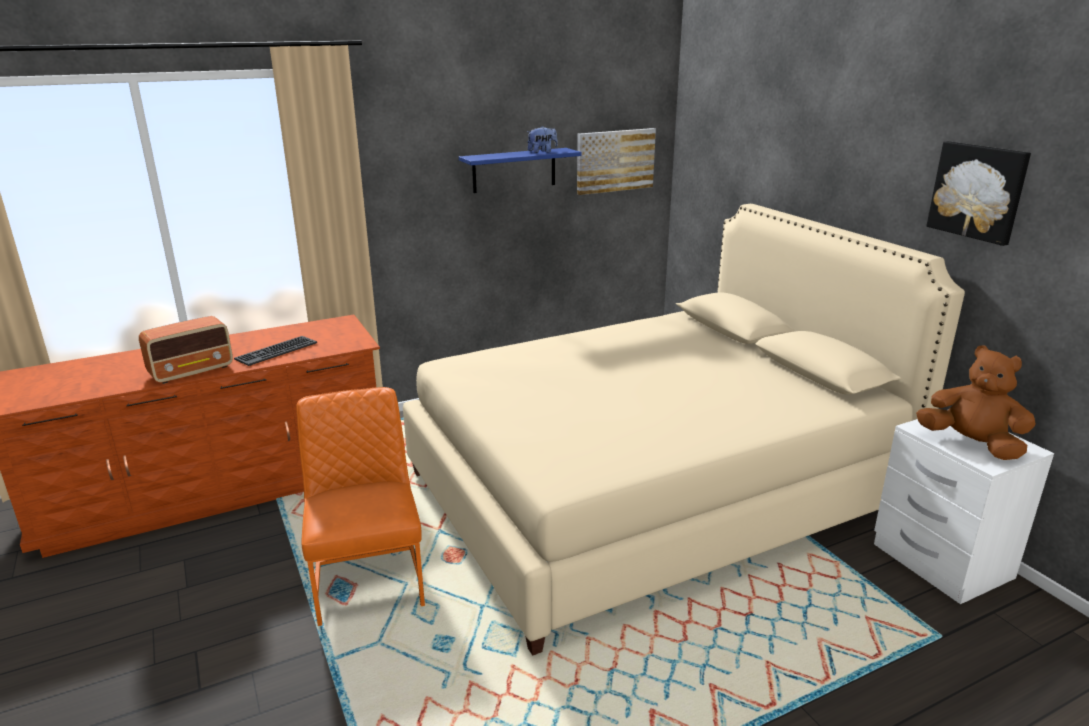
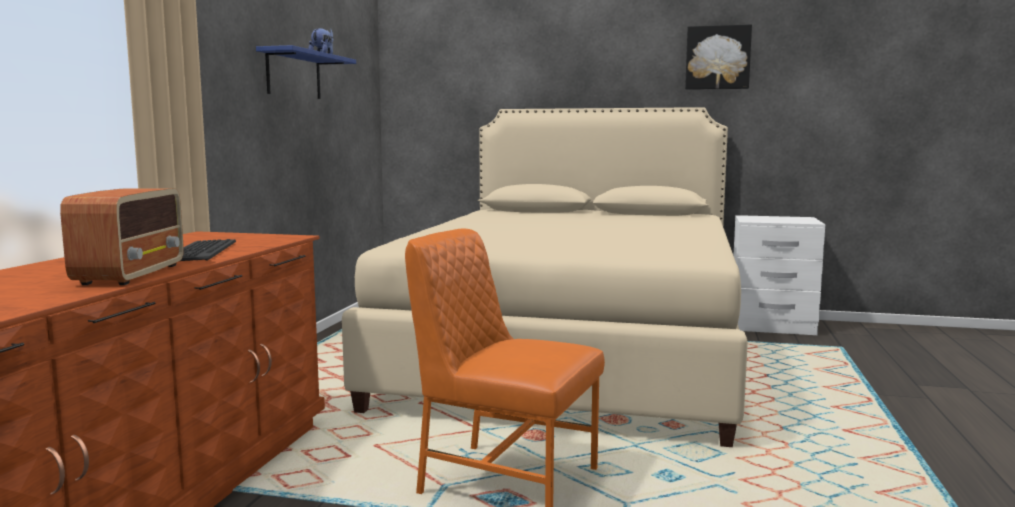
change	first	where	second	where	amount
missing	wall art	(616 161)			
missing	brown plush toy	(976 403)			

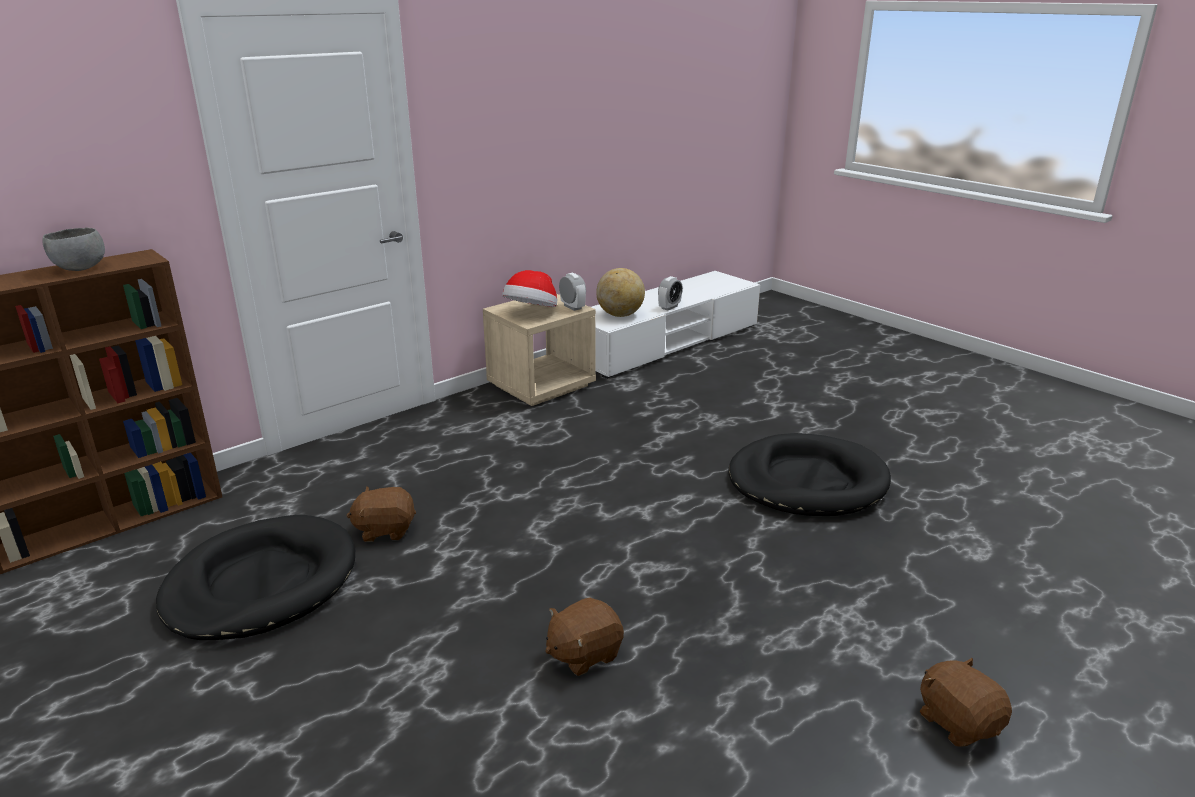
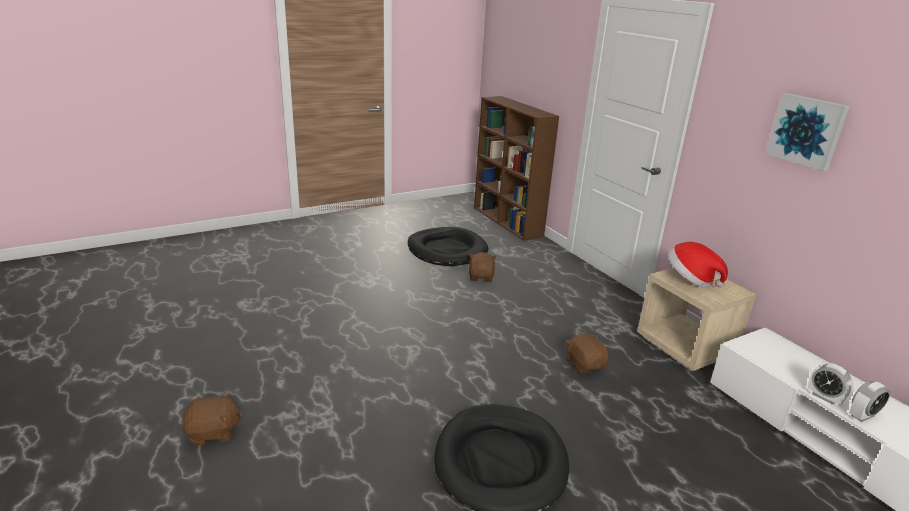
change	first	where	second	where	amount
missing	gray serving bowl	(74 249)			
relocated	brown plush toy	(585 636)		(587 354)	
relocated	alarm clock	(572 292)		(869 401)	
missing	desk globe	(620 292)			
appeared			wall art	(808 132)	

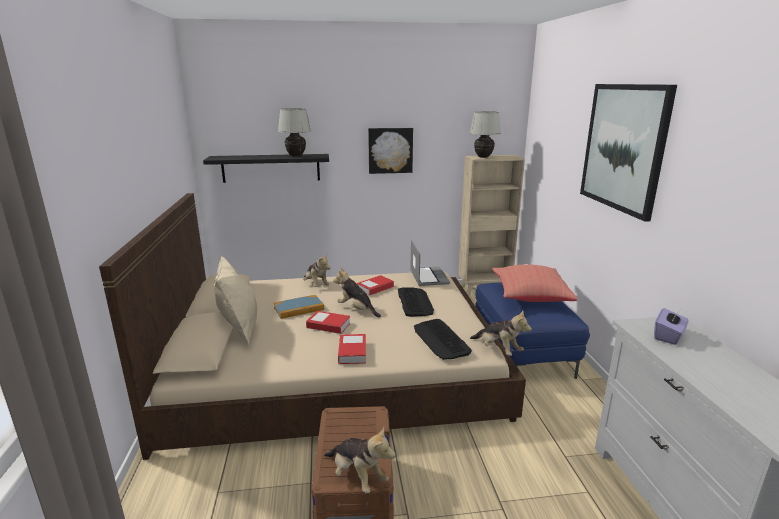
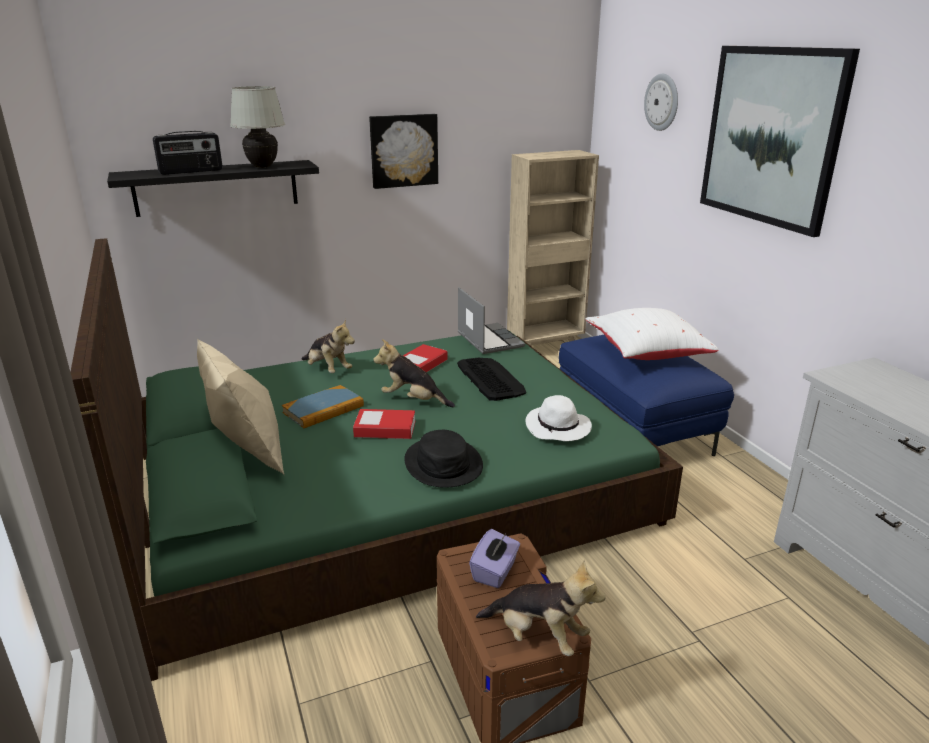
change	first	where	second	where	amount
colour	sand-coloured bedroom bed	(312 326)	green bedroom bed	(377 459)	
exchanged	bound book	(352 349)	black-coloured wearable hat	(443 459)	
exchanged	keyboard	(443 339)	white-coloured wearable hat	(558 418)	
missing	white-coloured tabletop lamp	(485 134)			
missing	plush toy	(501 333)			
colour	red cushion	(535 283)	white-coloured cushion	(651 334)	
relocated	purple-coloured tissue holder	(671 326)		(494 558)	
appeared			radio	(188 153)	
appeared			hanging clock	(661 102)	

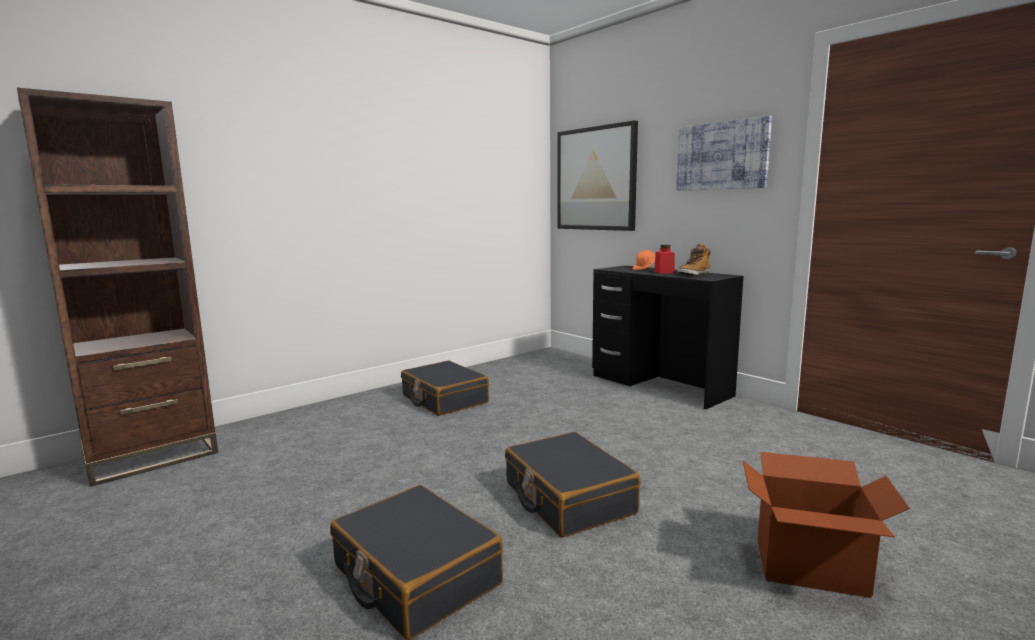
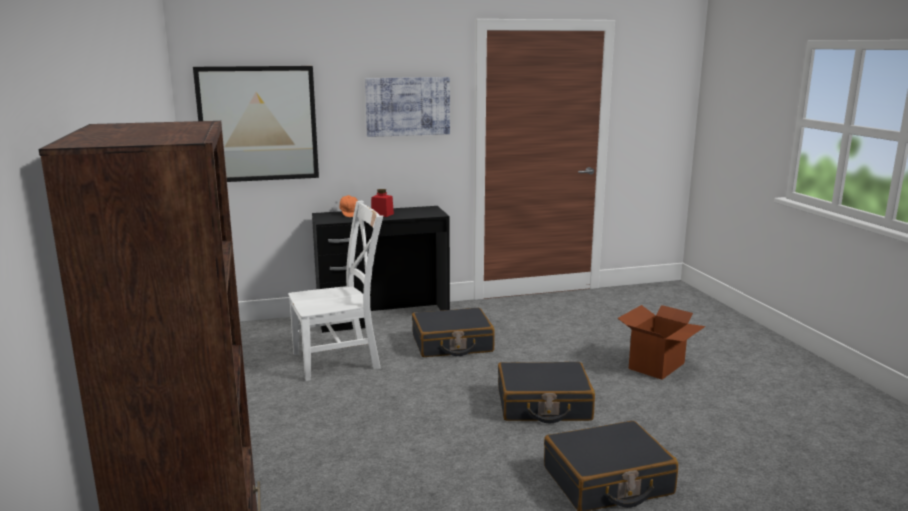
change	first	where	second	where	amount
relocated	black-coloured suitcase	(445 388)		(453 332)	
missing	boot	(694 260)			
appeared			white-coloured chair	(335 290)	

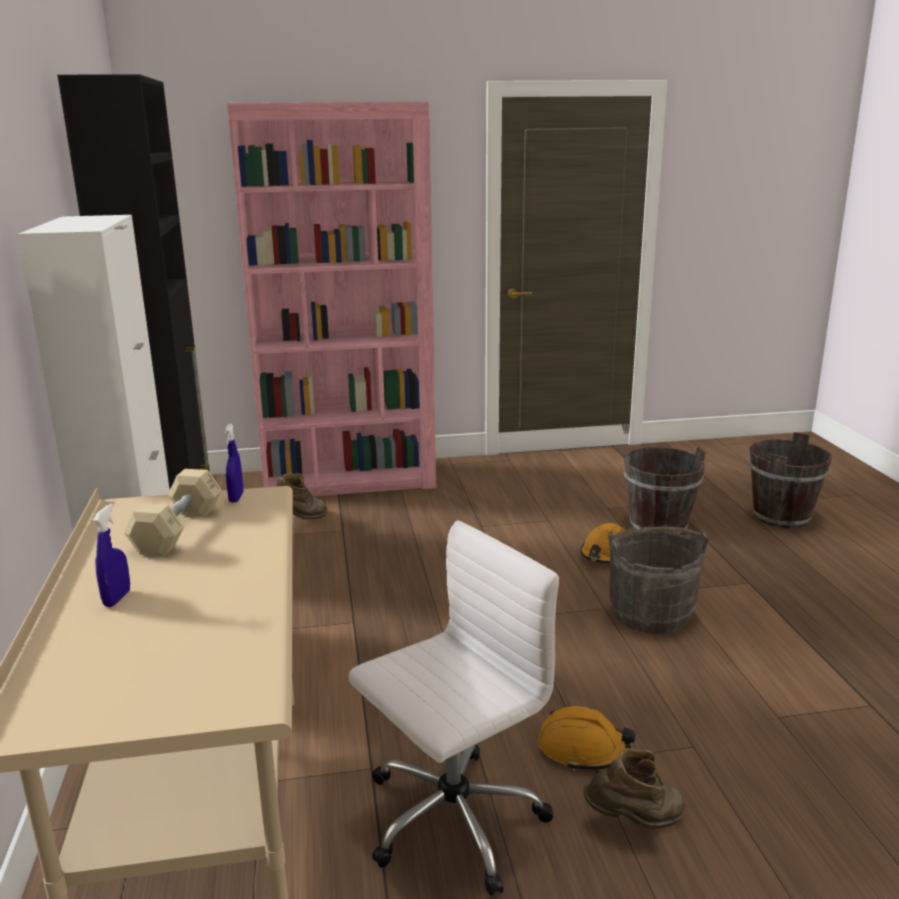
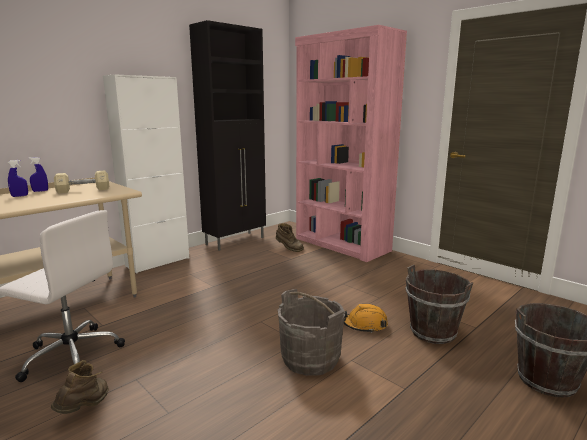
change	first	where	second	where	amount
relocated	blue-coloured sprayer	(233 463)		(38 174)	
missing	orangey work helmet	(587 738)			
spun	brown boot	(634 788)		(80 387)	120 degrees counterclockwise

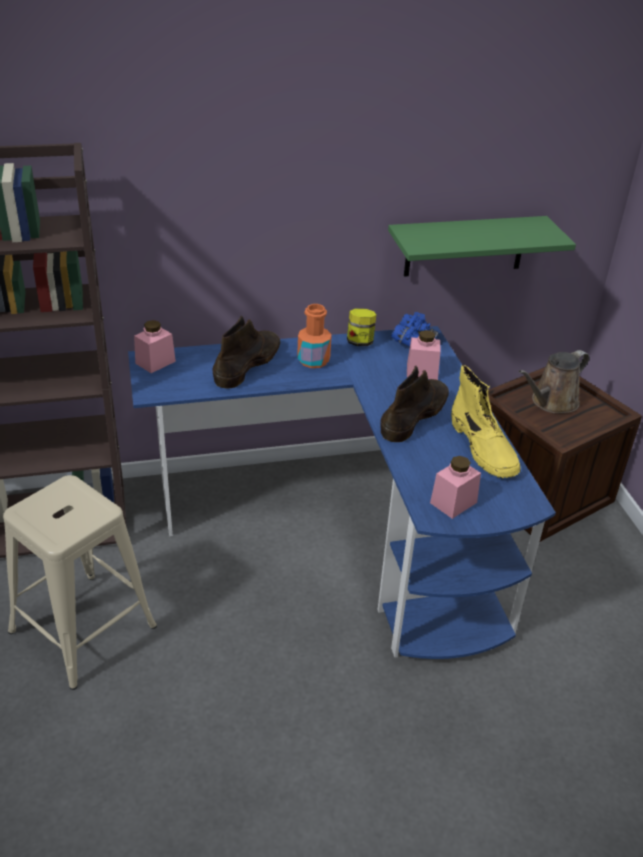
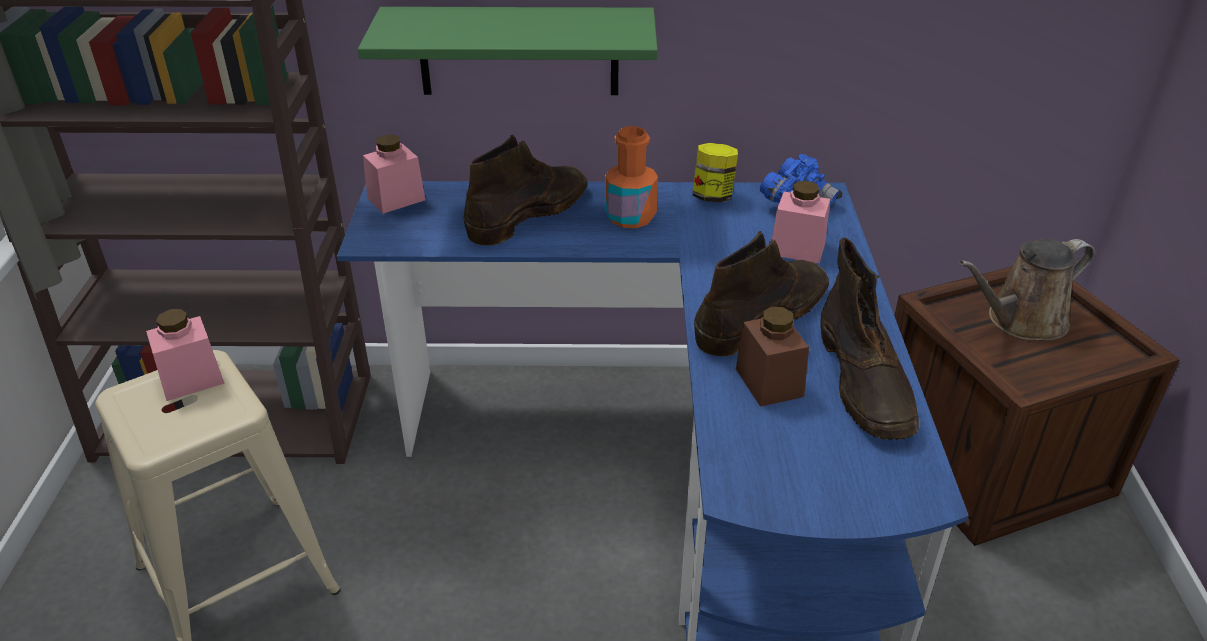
change	first	where	second	where	amount
relocated	green wall shelf	(482 246)		(508 51)	
relocated	pink-coloured jar	(455 487)		(185 355)	
colour	yellowish boot	(486 421)	brown boot	(870 339)	
appeared			brown jar	(772 357)	

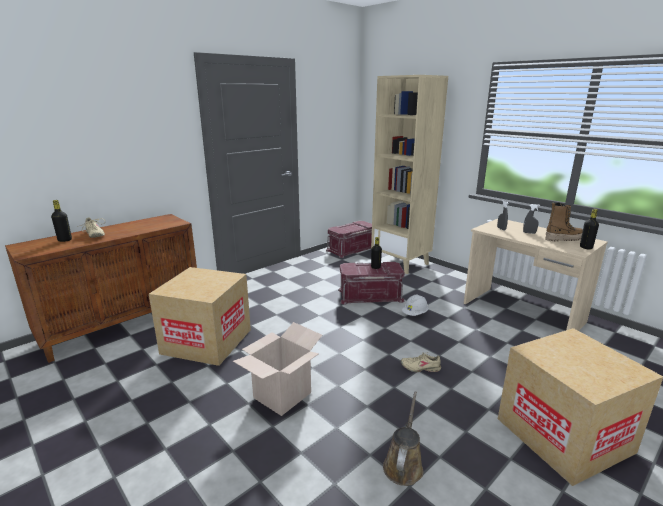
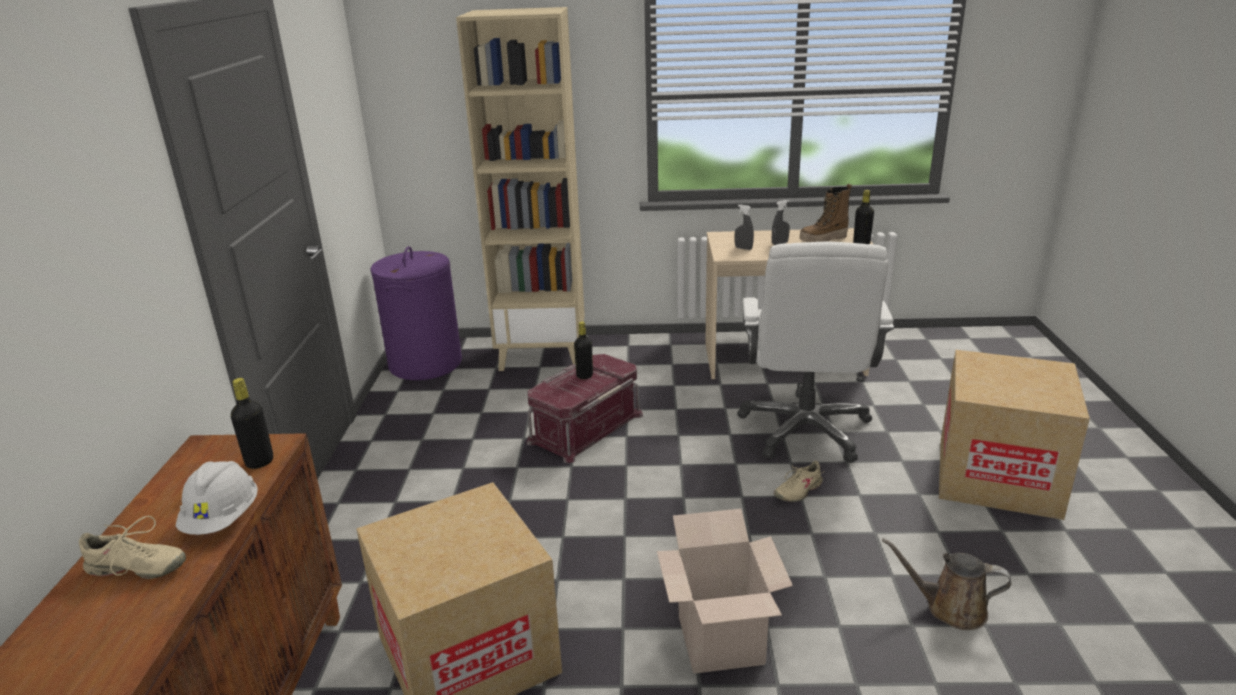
change	first	where	second	where	amount
relocated	black-coloured drink bottle	(61 221)		(252 423)	
exchanged	red storage bin	(349 239)	purple-coloured washing basket	(416 313)	
spun	brown sprinkling can	(403 439)		(946 584)	45 degrees counterclockwise
relocated	white-coloured work helmet	(415 305)		(217 498)	
spun	boot	(564 221)		(825 213)	150 degrees counterclockwise
appeared			white-coloured office chair	(815 352)	

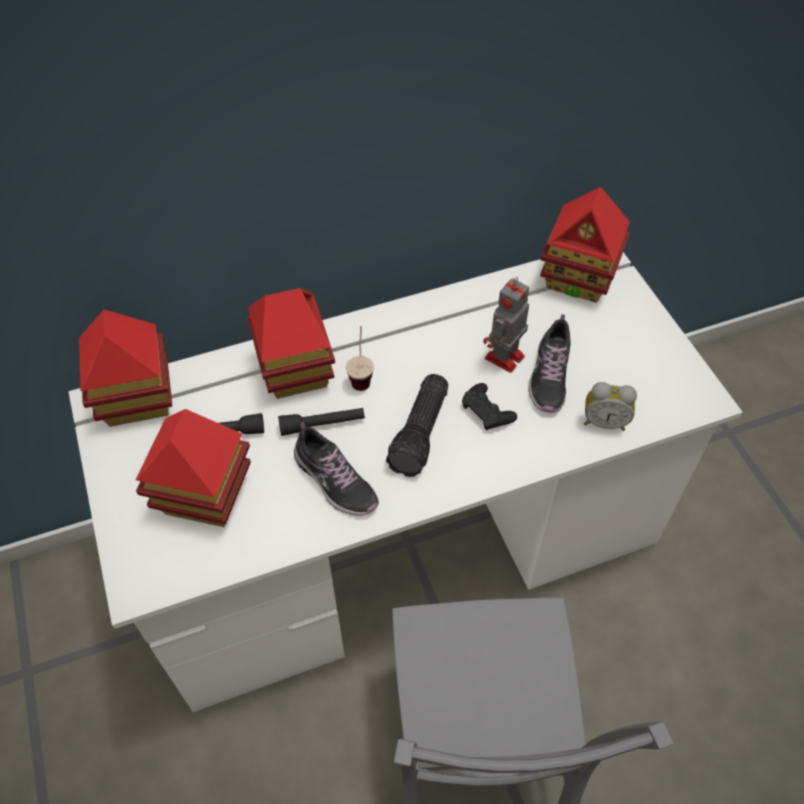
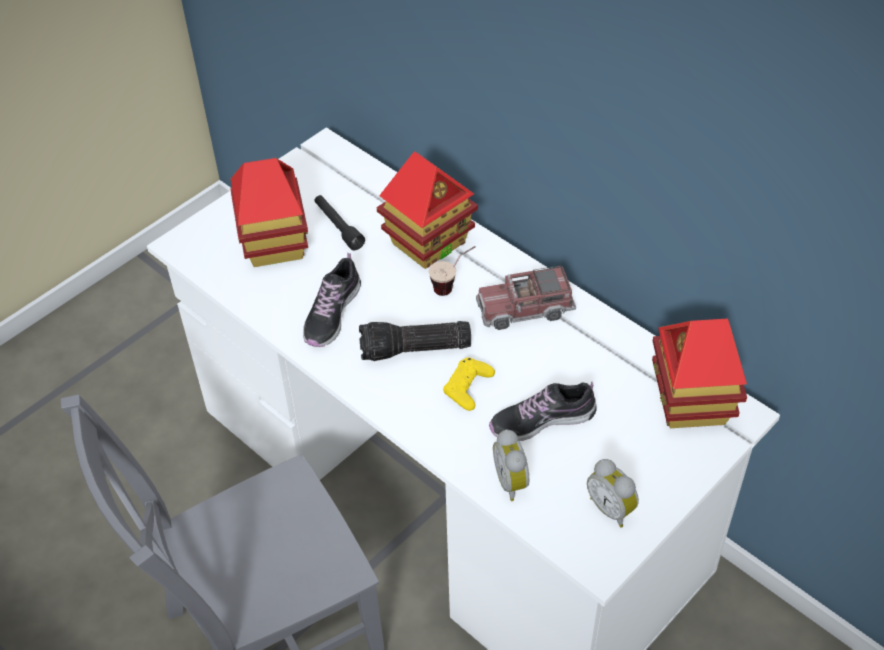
change	first	where	second	where	amount
missing	miniature house	(125 368)			
missing	black-coloured flashlight	(321 422)			
colour	black-coloured joypad	(489 406)	yellowish joypad	(469 384)	
missing	model robot	(506 325)			
appeared			toy truck	(526 297)	
appeared			alarm clock	(613 493)	

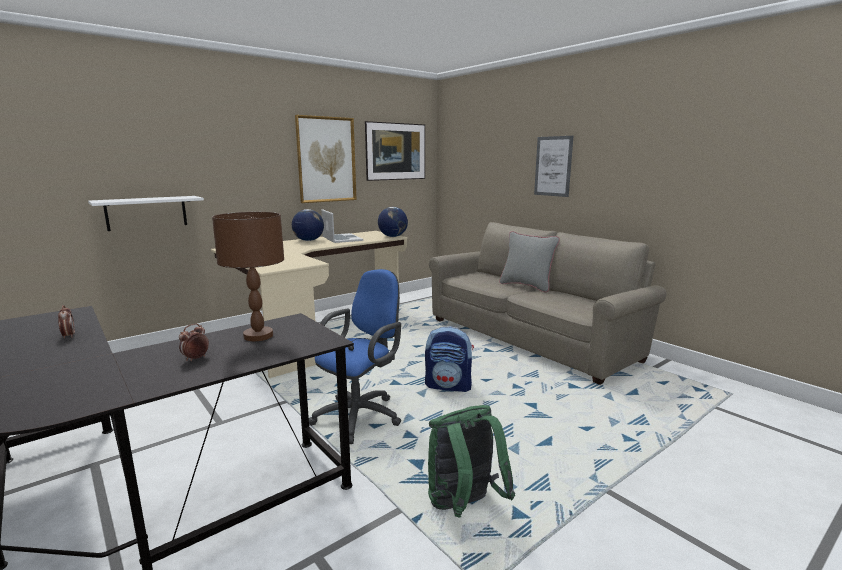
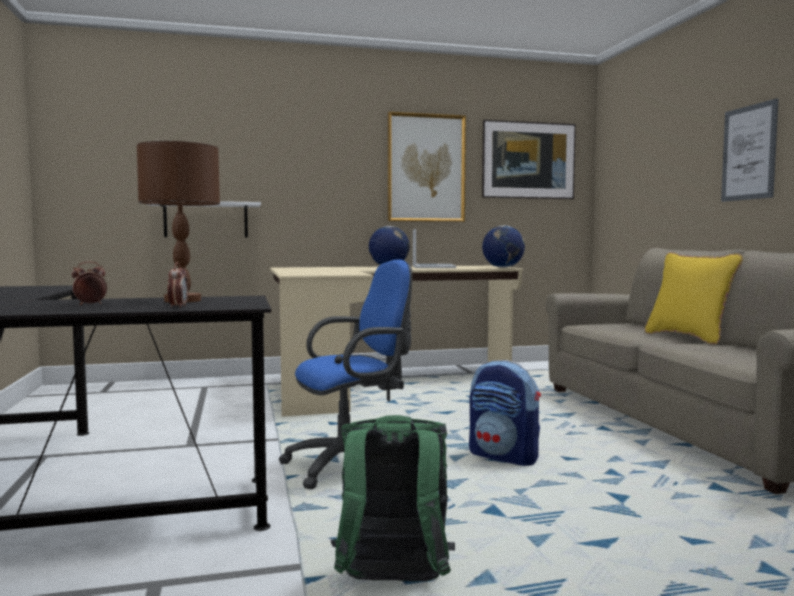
change	first	where	second	where	amount
relocated	alarm clock	(66 321)		(177 285)	
colour	gray cushion	(529 261)	yellowish cushion	(693 298)	

